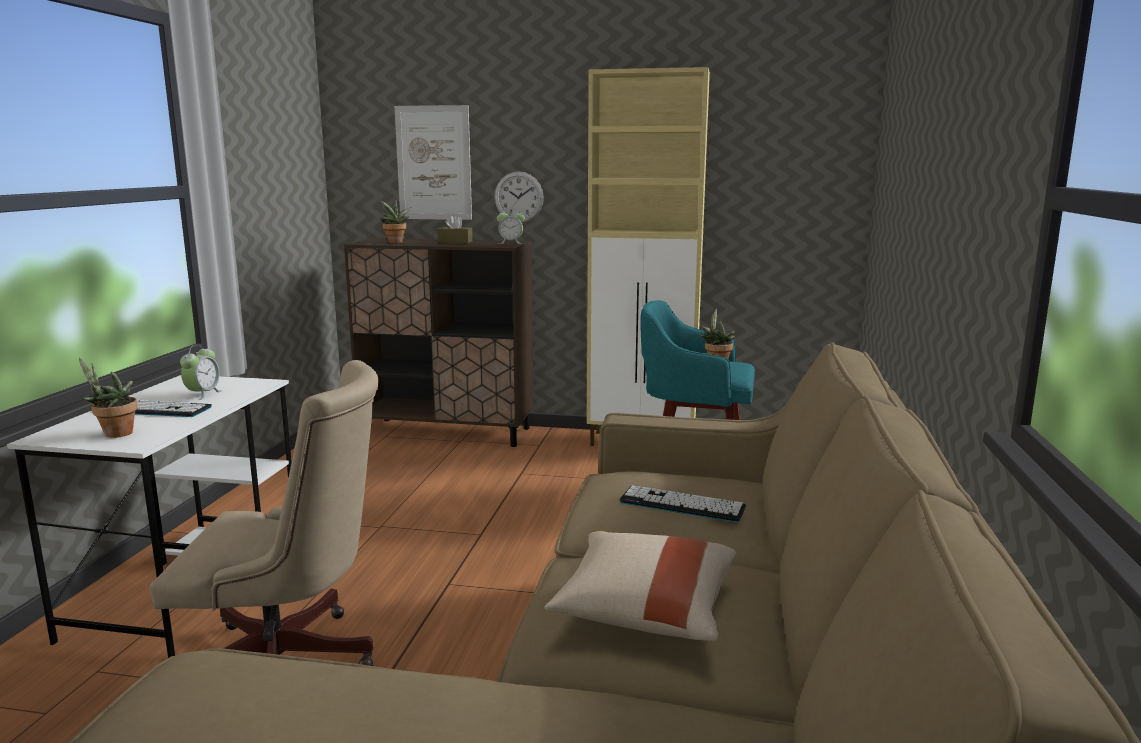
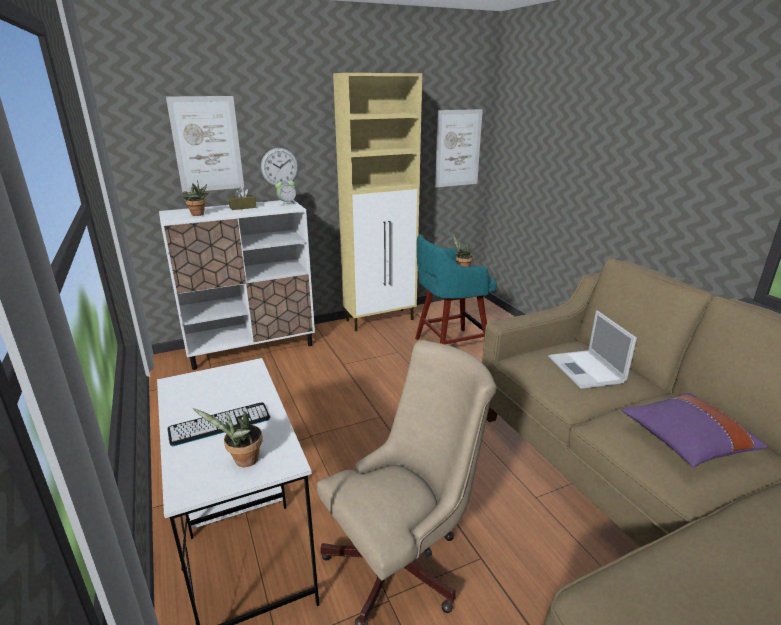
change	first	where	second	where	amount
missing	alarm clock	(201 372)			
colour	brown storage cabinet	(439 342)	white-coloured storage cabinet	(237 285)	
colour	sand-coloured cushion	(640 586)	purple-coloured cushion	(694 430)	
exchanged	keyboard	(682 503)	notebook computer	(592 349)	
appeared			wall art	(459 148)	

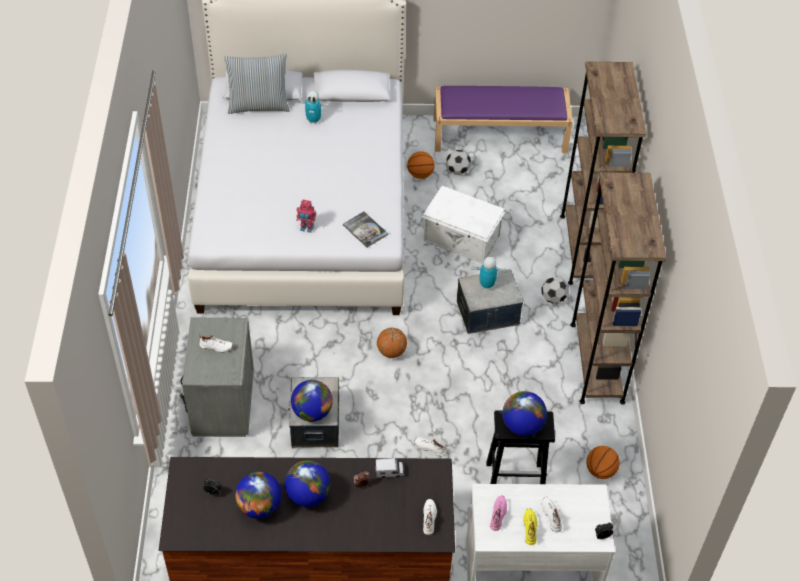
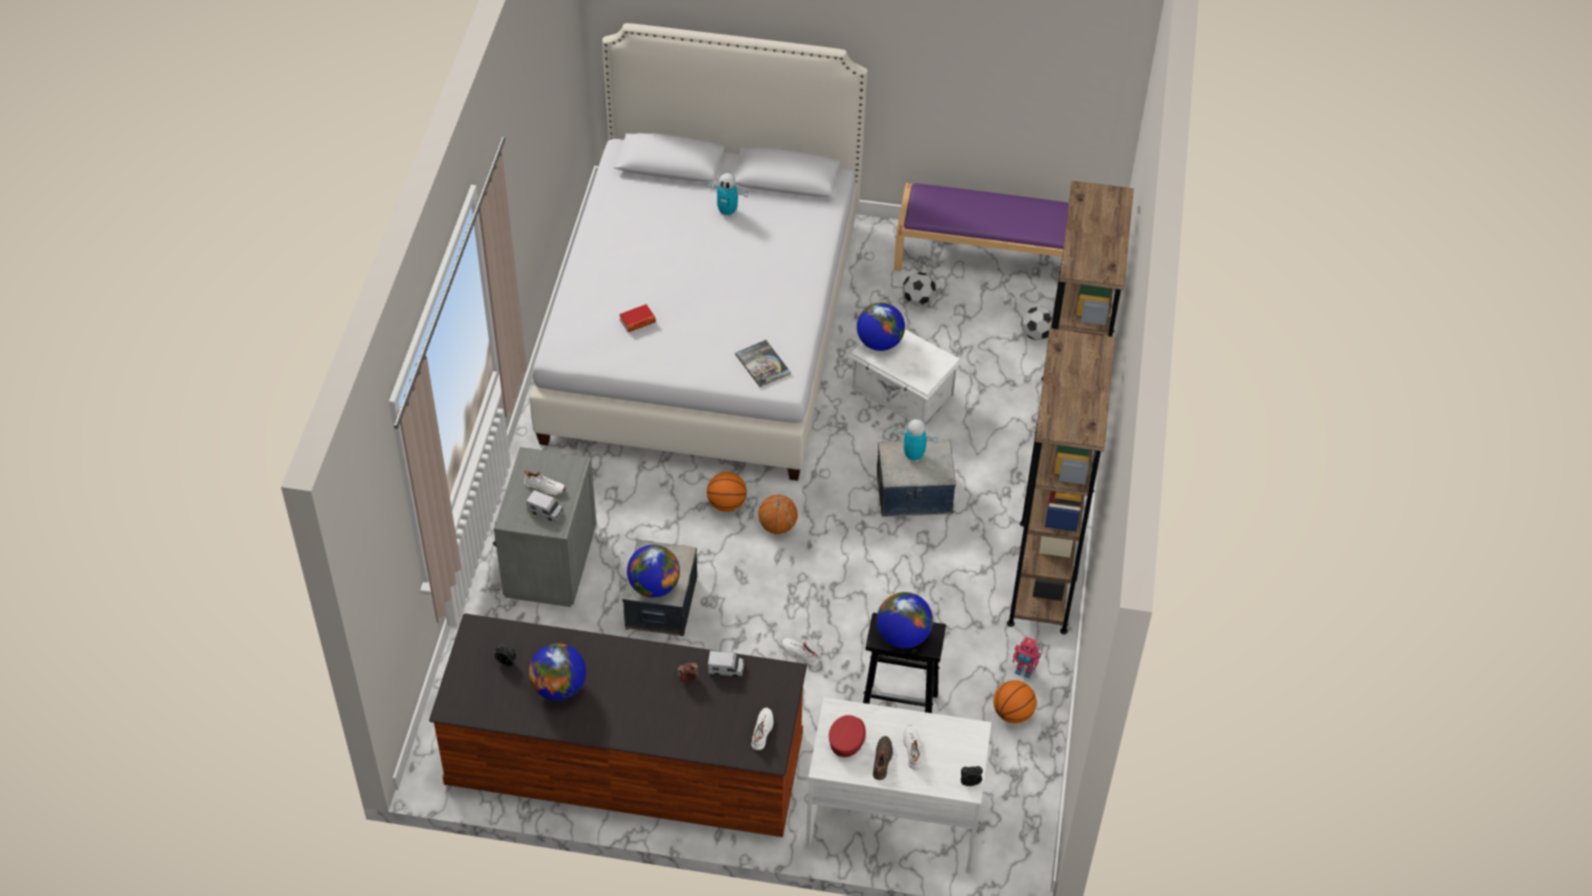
change	first	where	second	where	amount
missing	cushion	(257 84)			
relocated	desk globe	(307 483)		(881 326)	
relocated	model robot	(306 216)		(1026 658)	
relocated	ball for basketball	(421 165)		(727 492)	
exchanged	pink-coloured item of footwear	(498 513)	red cap	(847 736)	
colour	yellowish item of footwear	(530 526)	black-coloured item of footwear	(883 758)	
relocated	football	(555 290)		(1037 323)	
appeared			toy truck	(544 506)	
appeared			bound book	(637 318)	

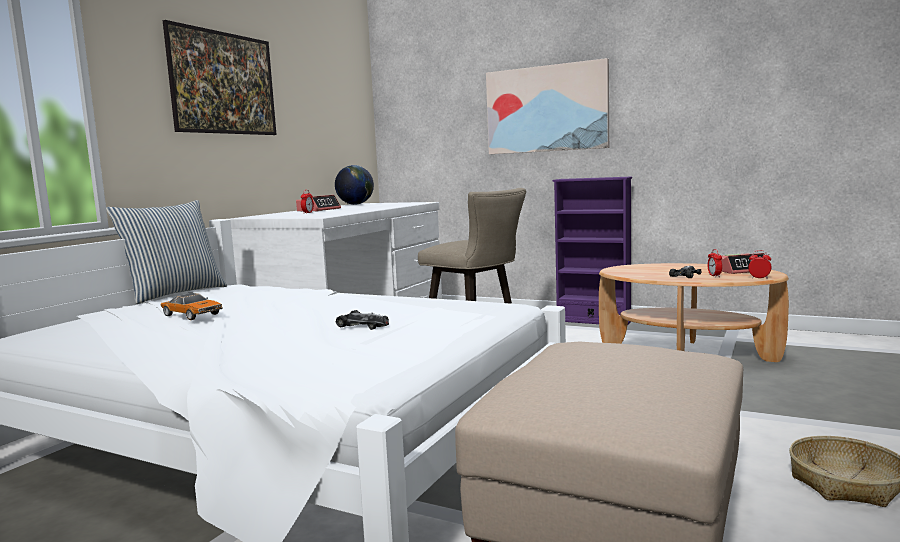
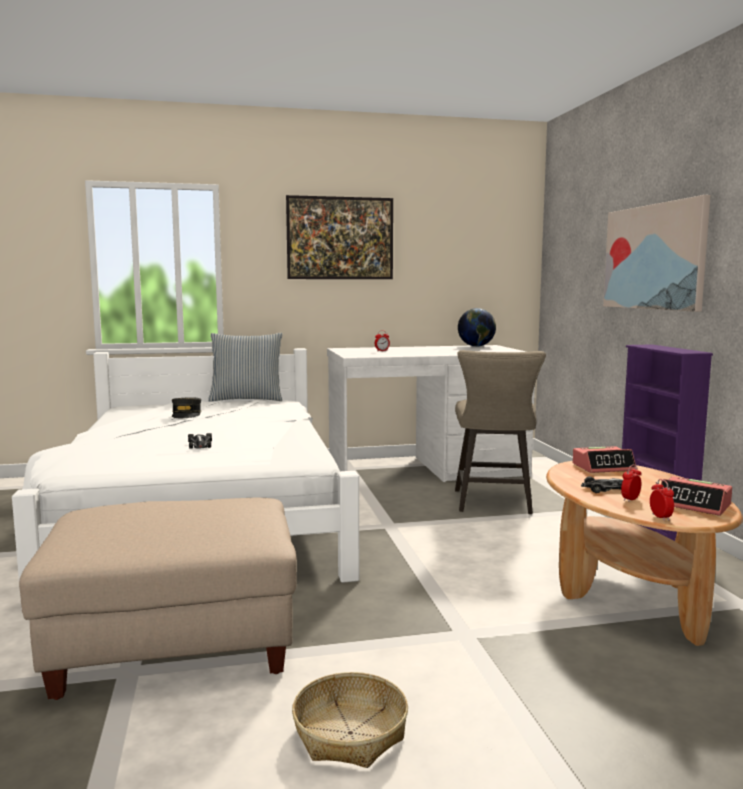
change	first	where	second	where	amount
exchanged	miniature car	(191 306)	gray cap	(186 407)	
relocated	alarm clock	(318 203)		(604 459)	

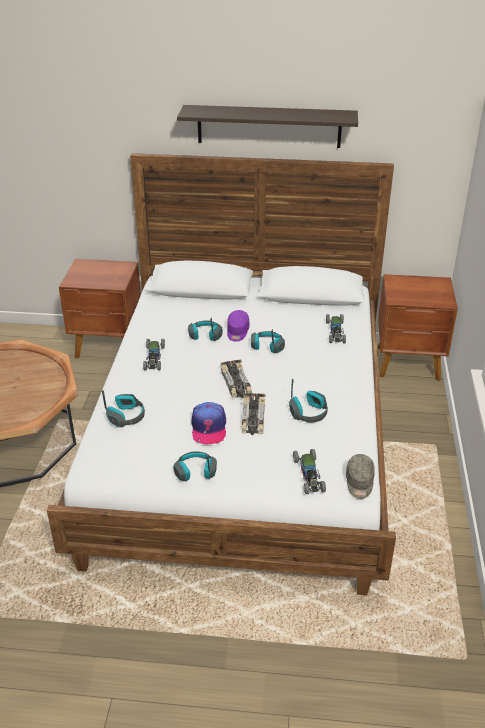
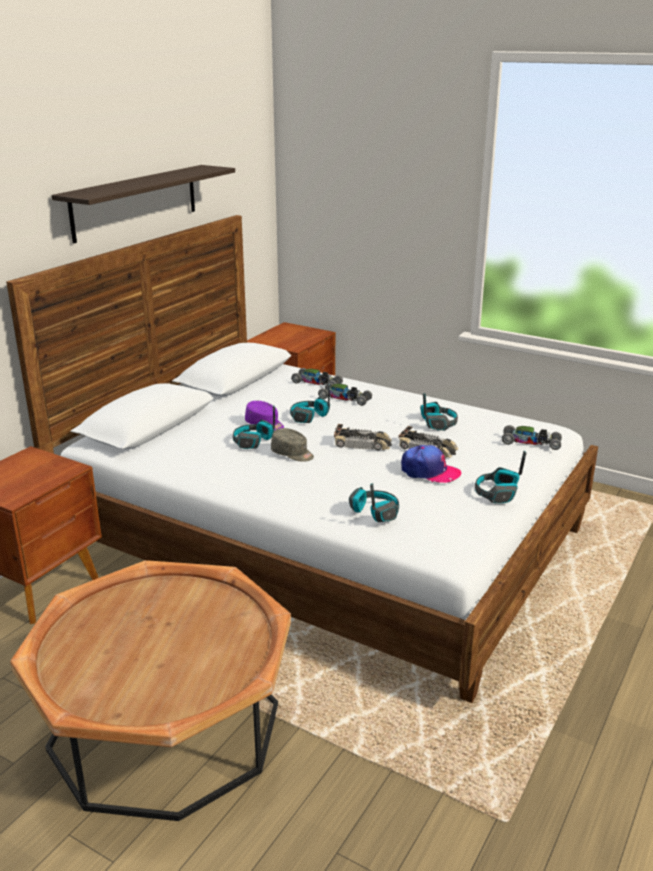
change	first	where	second	where	amount
relocated	miniature car	(154 354)		(345 394)	
relocated	gray cap	(360 476)		(292 445)	

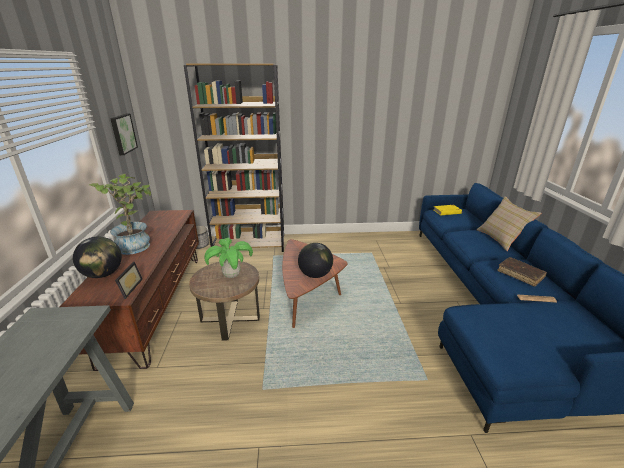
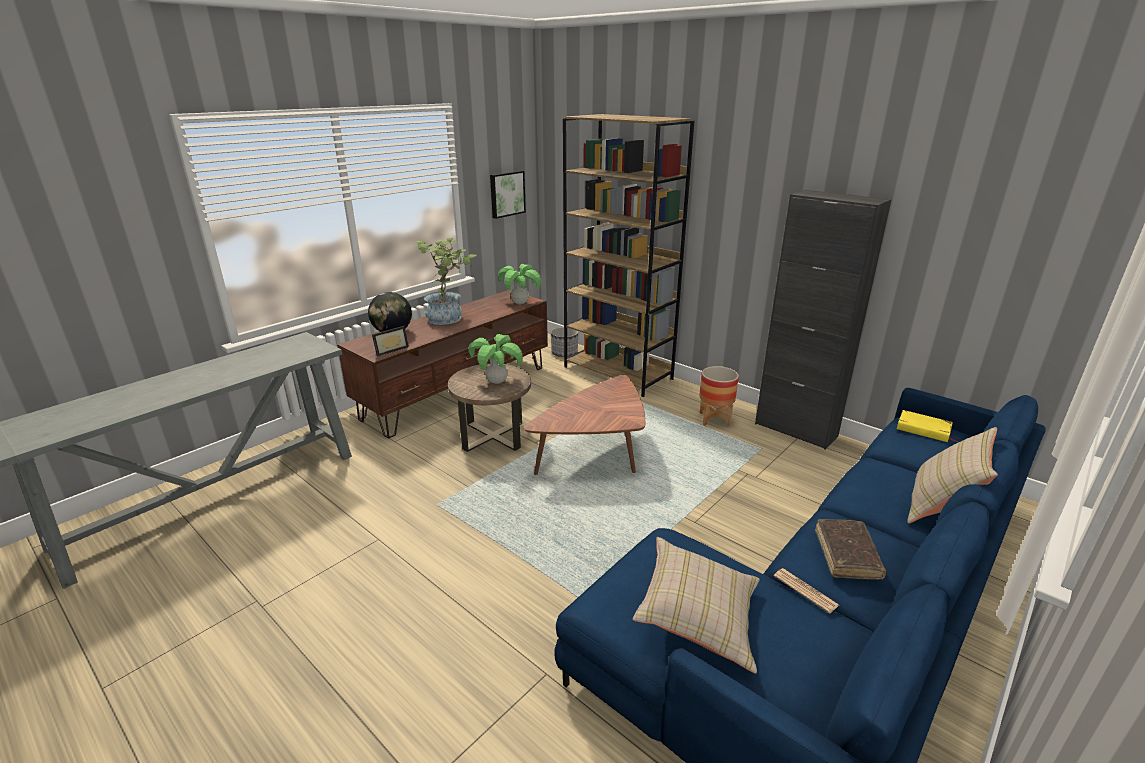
change	first	where	second	where	amount
missing	desk globe	(315 260)			
appeared			potted plant	(519 284)	
appeared			sand-coloured cushion	(696 605)	
appeared			plant pot	(719 396)	
appeared			black-coloured storage cabinet	(823 320)	

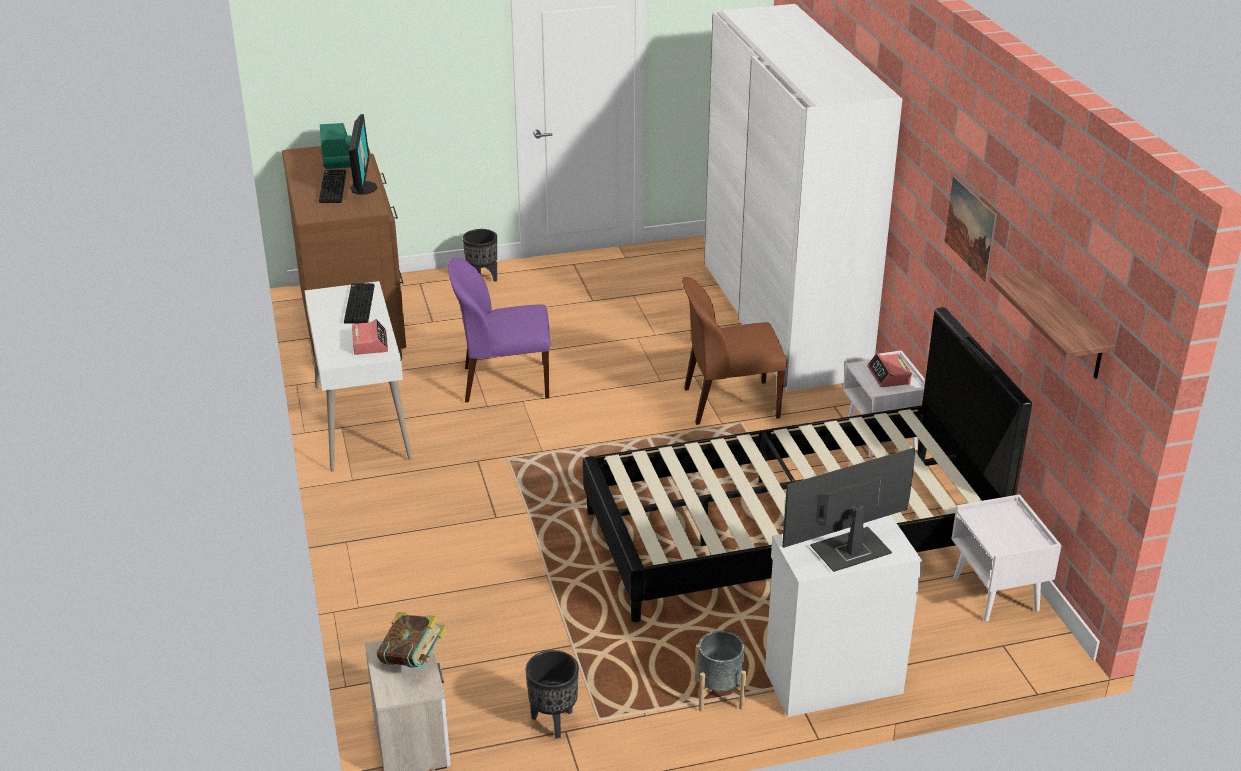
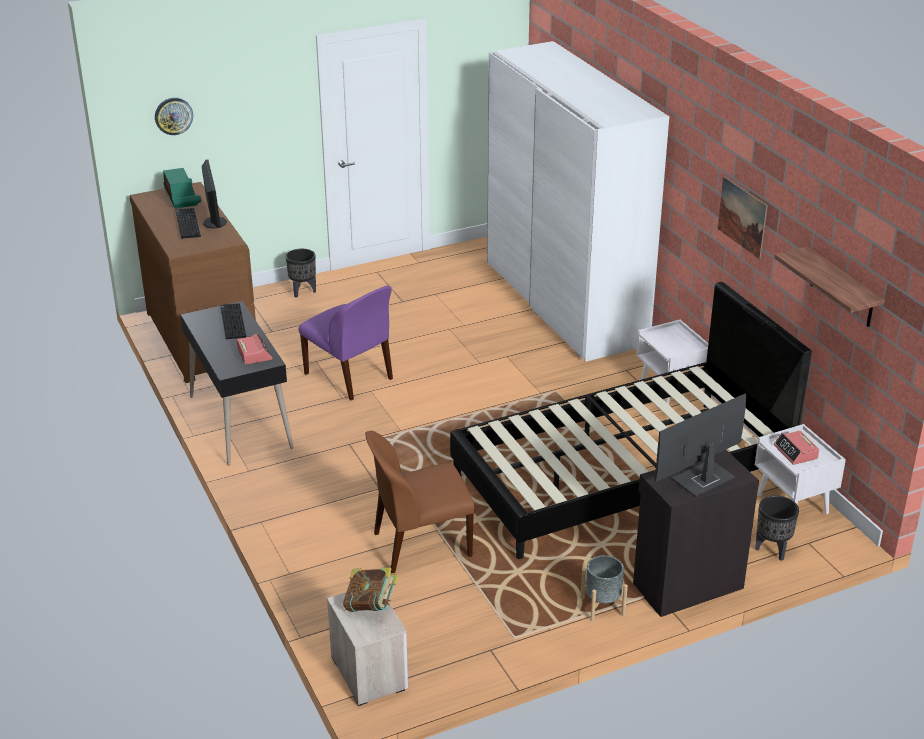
change	first	where	second	where	amount
colour	white-coloured desk	(358 376)	black-coloured desk	(237 383)	
spun	purple-coloured chair	(499 329)		(345 343)	120 degrees counterclockwise
relocated	black-coloured plant pot	(552 694)		(777 528)	
relocated	brown chair	(734 351)		(420 502)	
colour	white-coloured storage cabinet	(843 616)	black-coloured storage cabinet	(696 533)	
relocated	alarm clock	(889 370)		(796 448)	
appeared			hanging clock	(174 116)	

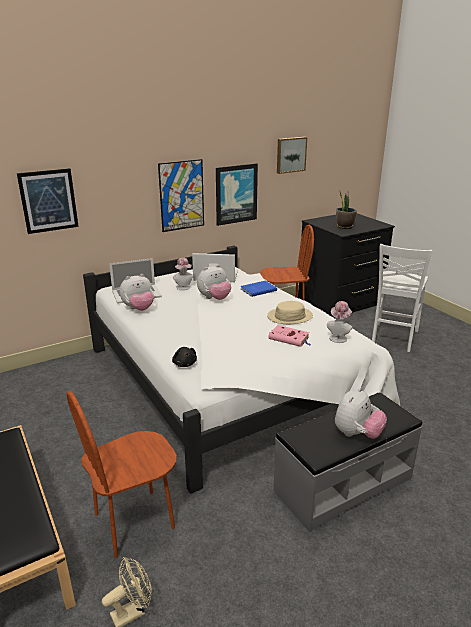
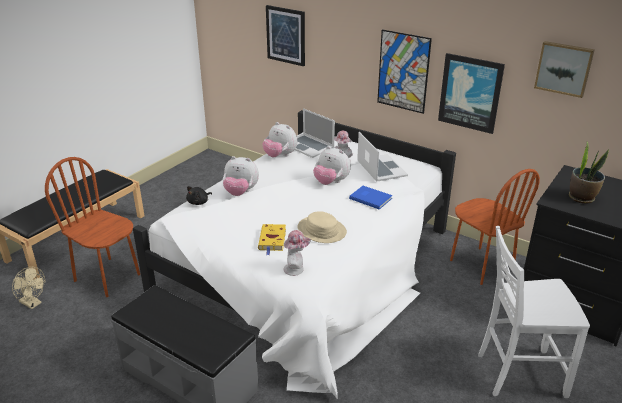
change	first	where	second	where	amount
colour	pink-coloured bound book	(289 336)	yellowish bound book	(272 239)	
relocated	plush toy	(361 413)		(241 176)	

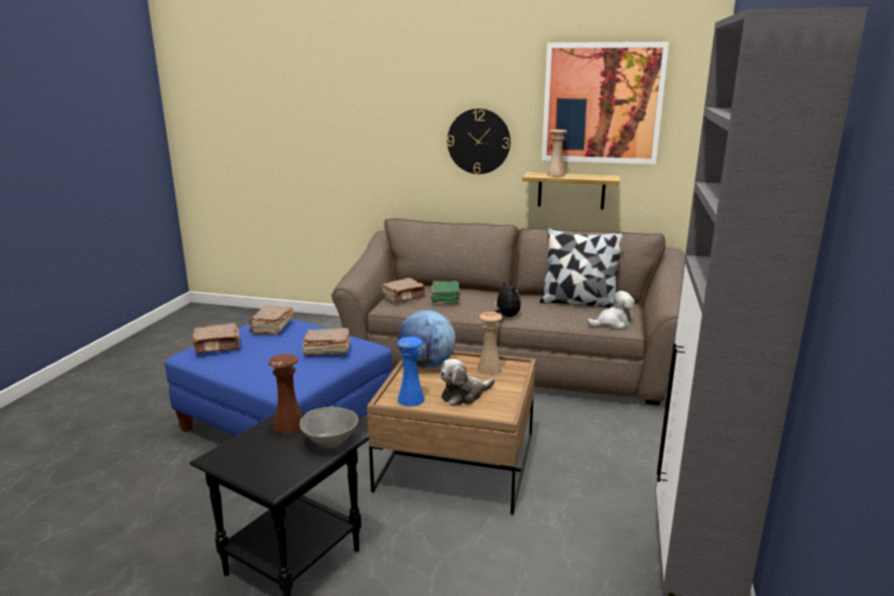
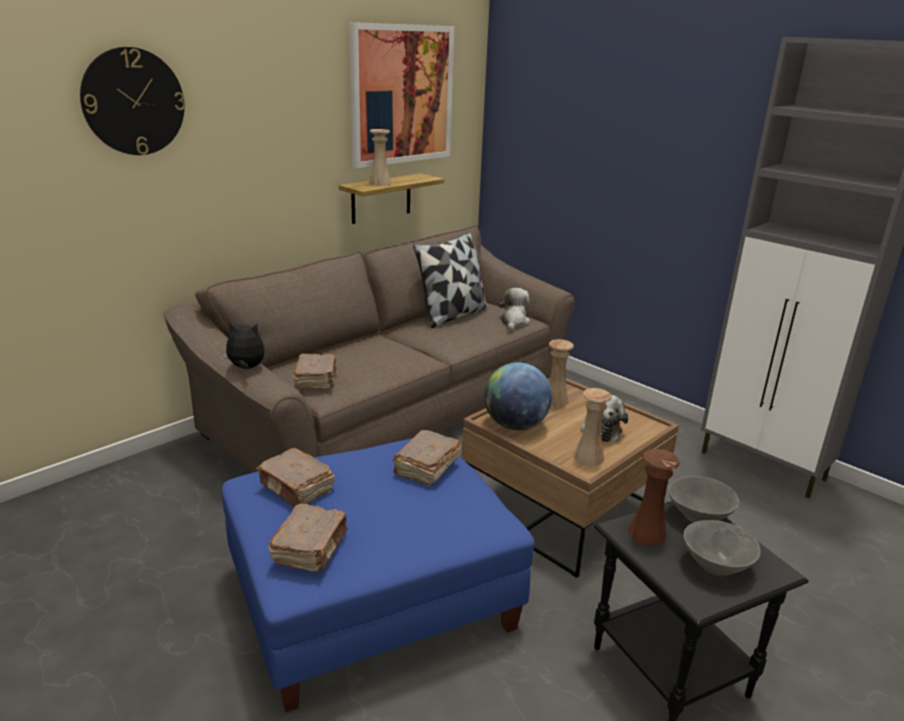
change	first	where	second	where	amount
colour	blue-coloured decorative vase	(411 371)	sand-coloured decorative vase	(593 427)	
missing	green bound book	(446 292)			
relocated	hanging clock	(479 141)		(132 101)	
relocated	plush toy	(507 299)		(242 345)	
appeared			gray serving bowl	(722 548)	

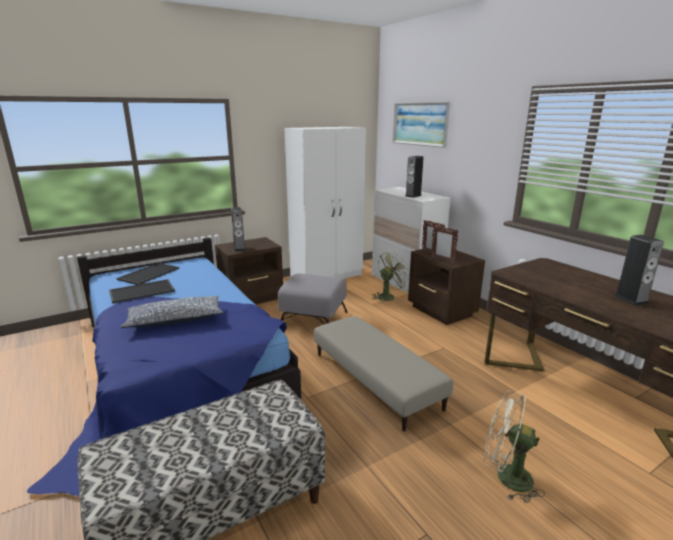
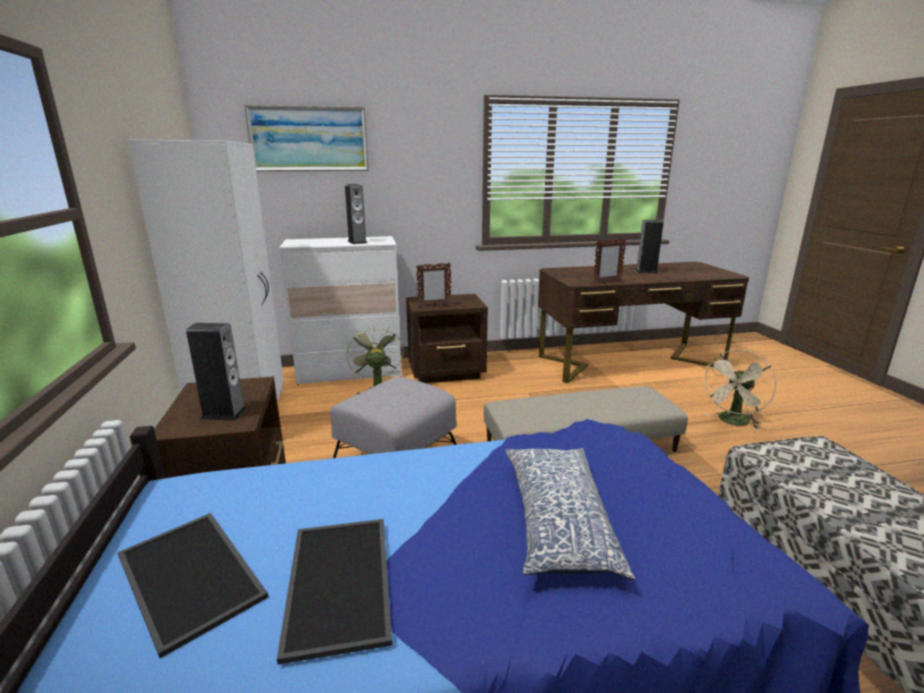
change	first	where	second	where	amount
relocated	photo frame	(445 244)		(609 261)	

